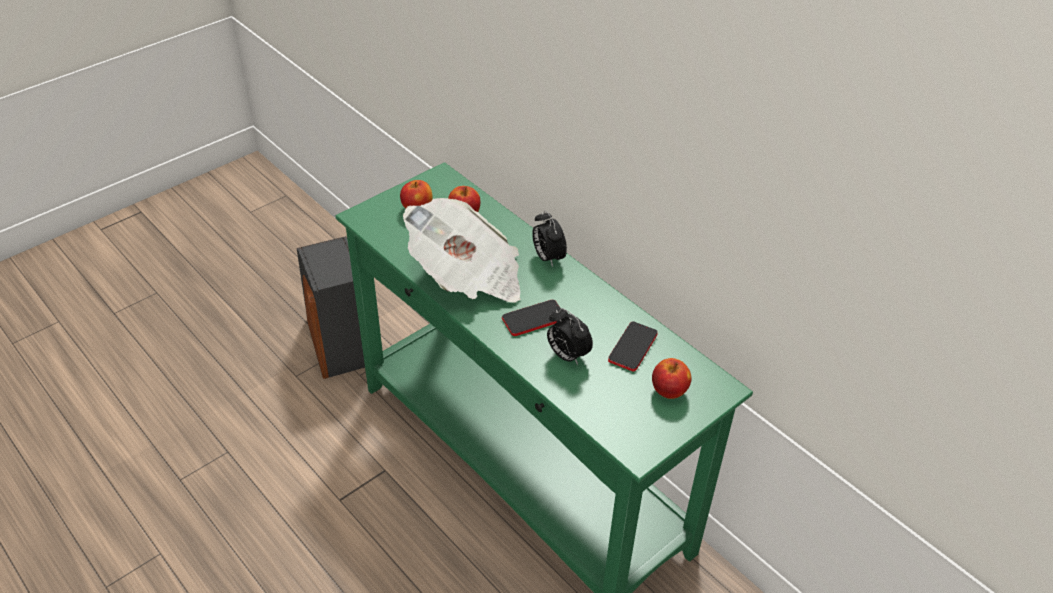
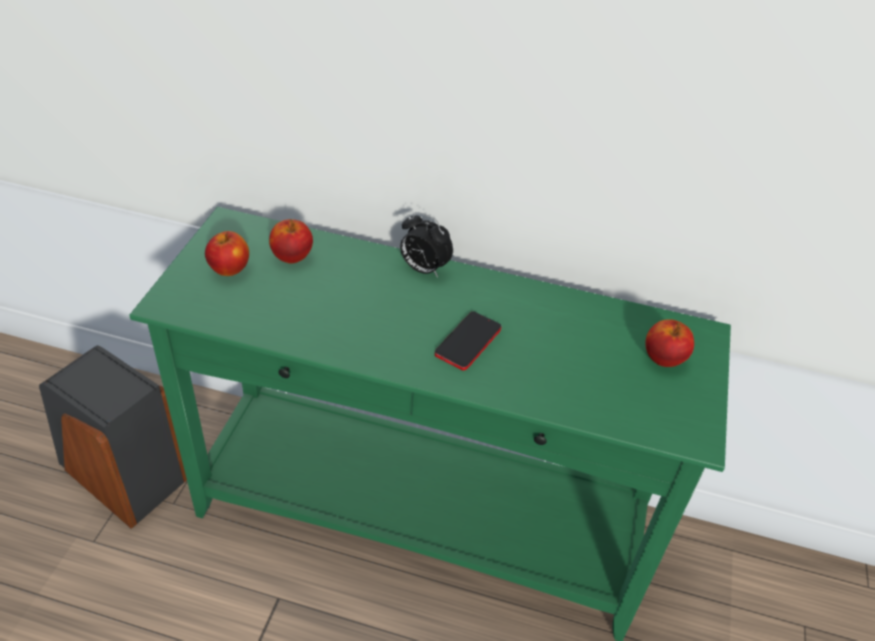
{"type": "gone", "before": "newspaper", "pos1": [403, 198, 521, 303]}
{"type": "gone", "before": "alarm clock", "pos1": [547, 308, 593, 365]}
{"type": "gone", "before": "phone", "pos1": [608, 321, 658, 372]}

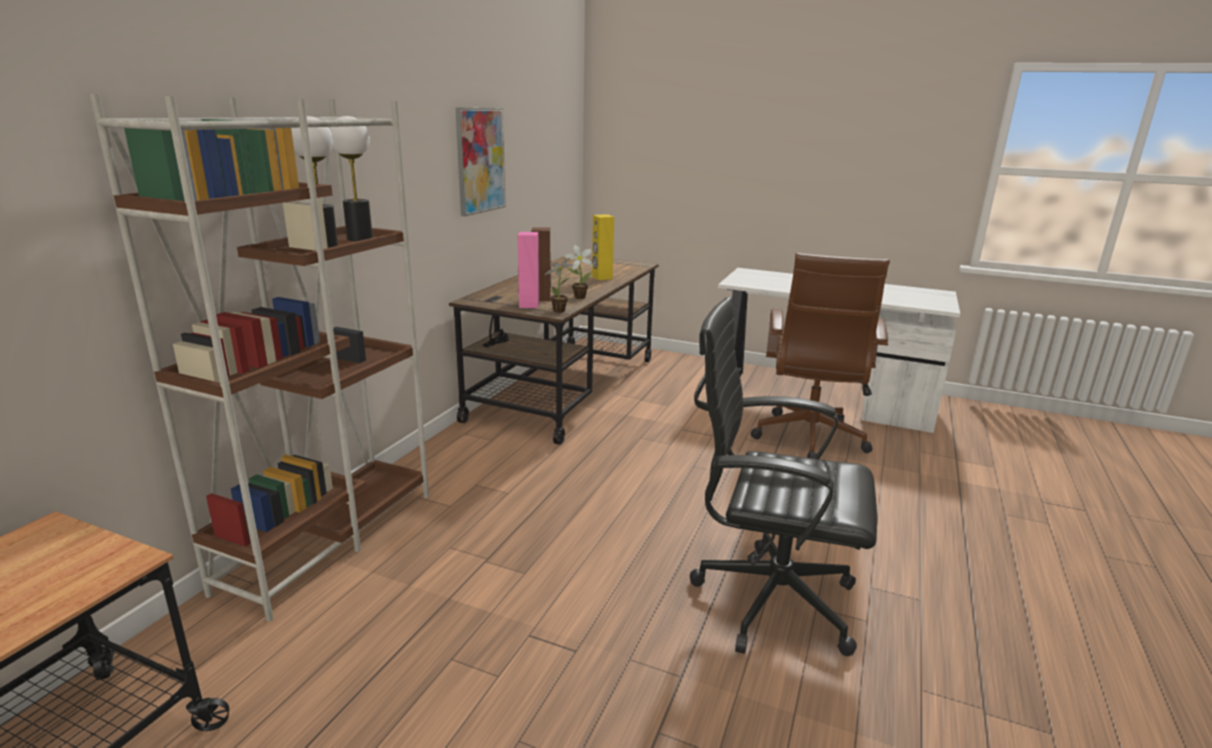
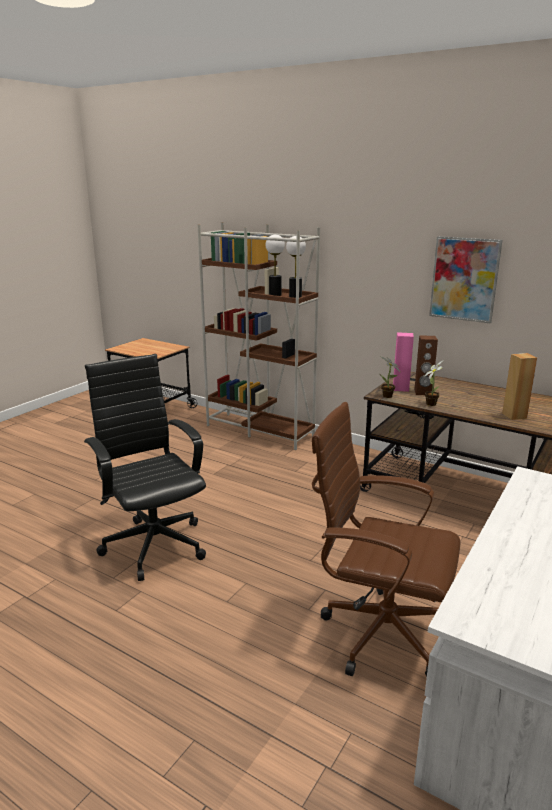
{"type": "repainted", "before": "yellow speaker", "after": "brown speaker", "pos1": [592, 214, 614, 280], "pos2": [502, 353, 537, 420]}
{"type": "rotated", "before": "black office chair", "pos1": [690, 297, 877, 656], "pos2": [84, 354, 206, 581], "turn": -60}

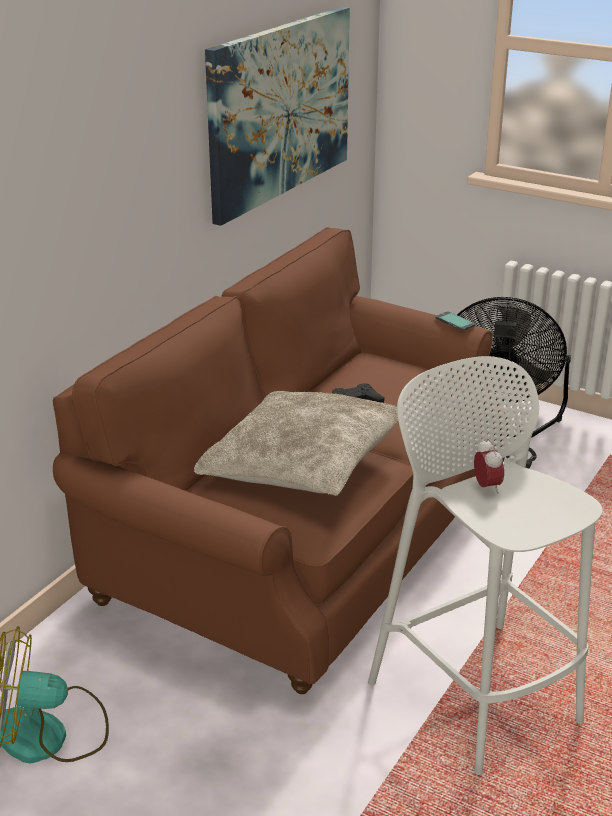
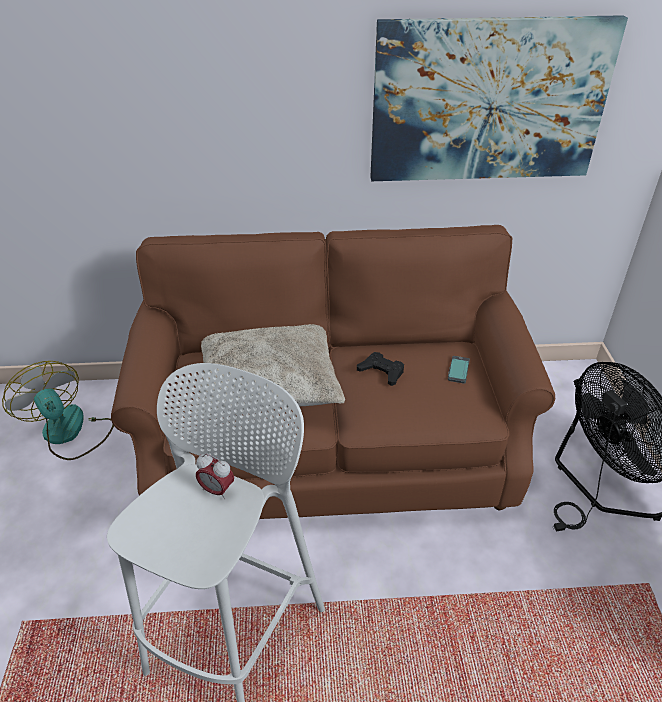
{"type": "shifted", "before": "phone", "pos1": [435, 311, 475, 331], "pos2": [448, 356, 470, 384]}
{"type": "rotated", "before": "alarm clock", "pos1": [474, 438, 504, 494], "pos2": [196, 454, 234, 500], "turn": 75}

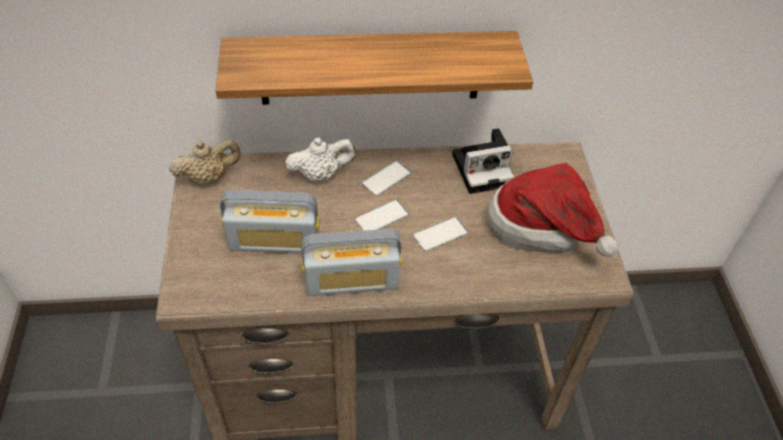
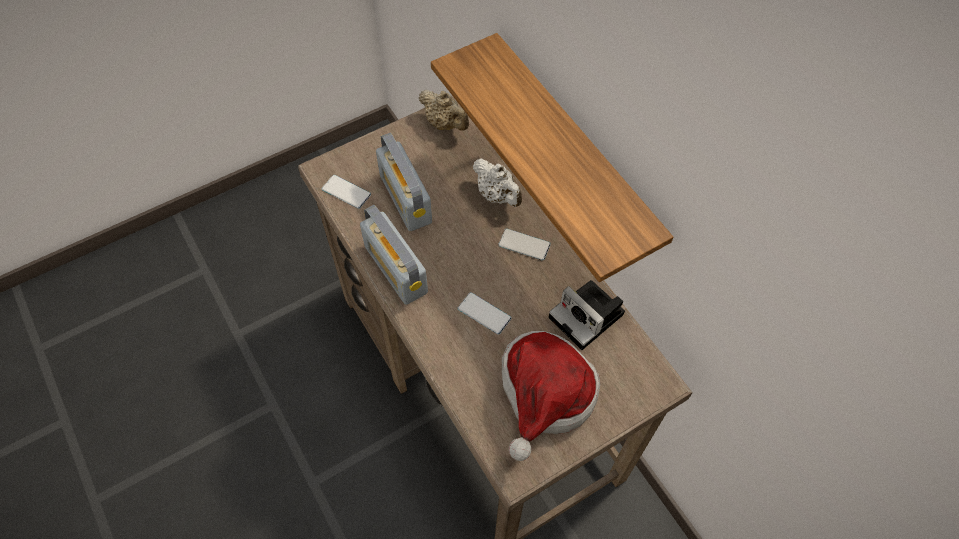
{"type": "shifted", "before": "phone", "pos1": [355, 200, 409, 231], "pos2": [322, 175, 371, 209]}

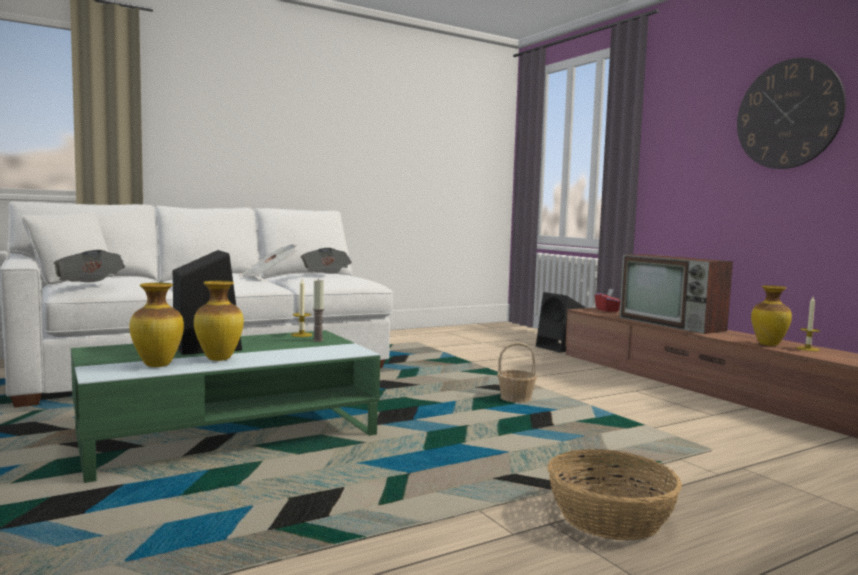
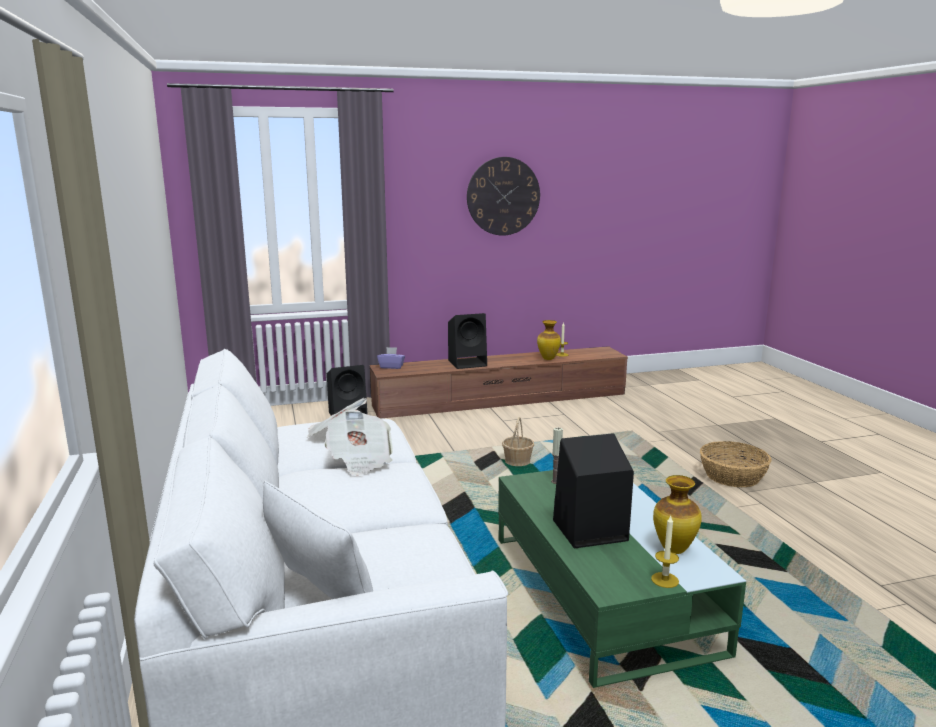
{"type": "gone", "before": "newspaper", "pos1": [54, 250, 125, 283]}
{"type": "swapped", "before": "television", "after": "black speaker", "pos1": [619, 254, 733, 334], "pos2": [448, 313, 487, 369]}
{"type": "shifted", "before": "candle", "pos1": [291, 279, 312, 337], "pos2": [651, 516, 679, 588]}
{"type": "gone", "before": "vase", "pos1": [194, 281, 244, 361]}
{"type": "repainted", "before": "red tissue box", "after": "purple tissue box", "pos1": [595, 289, 620, 312], "pos2": [377, 347, 405, 369]}

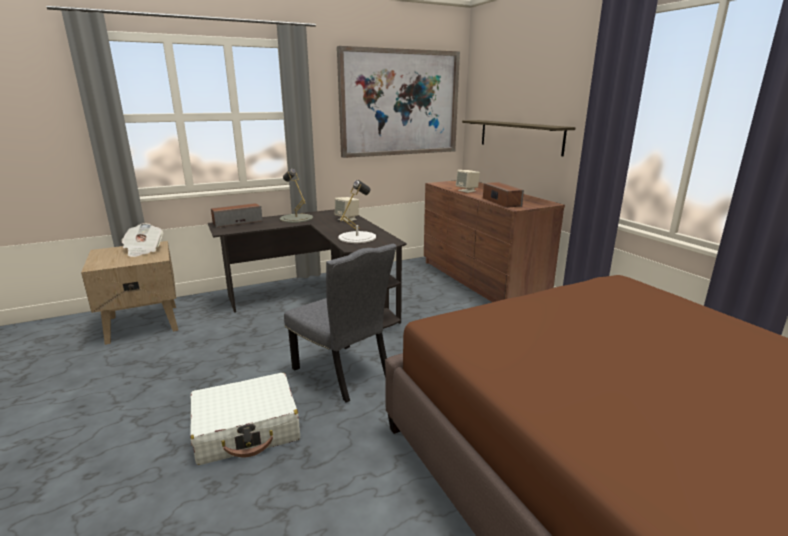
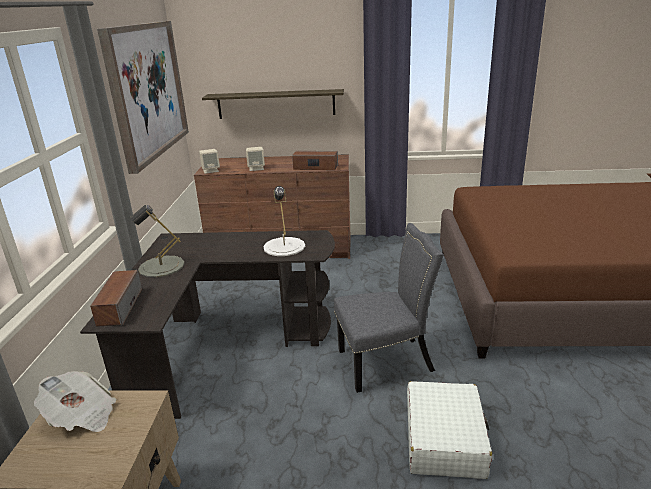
{"type": "shifted", "before": "beige speaker", "pos1": [335, 197, 359, 222], "pos2": [199, 149, 220, 174]}

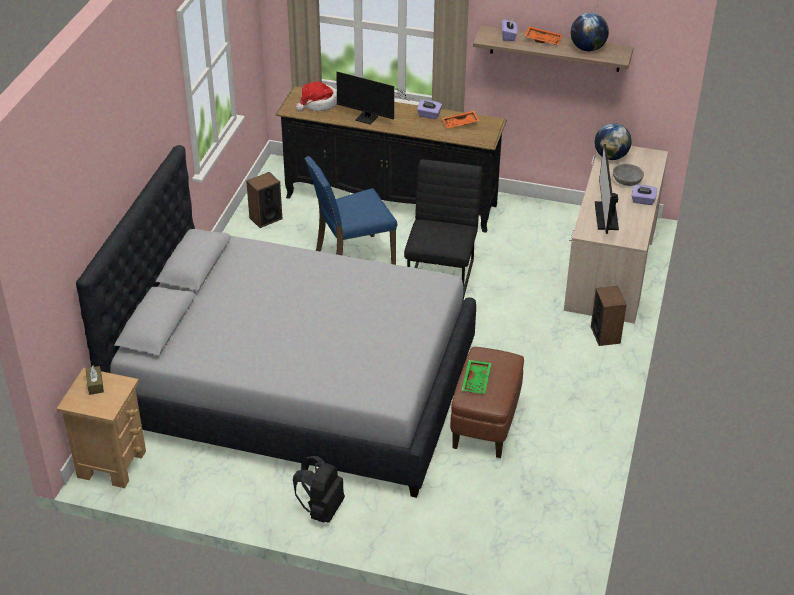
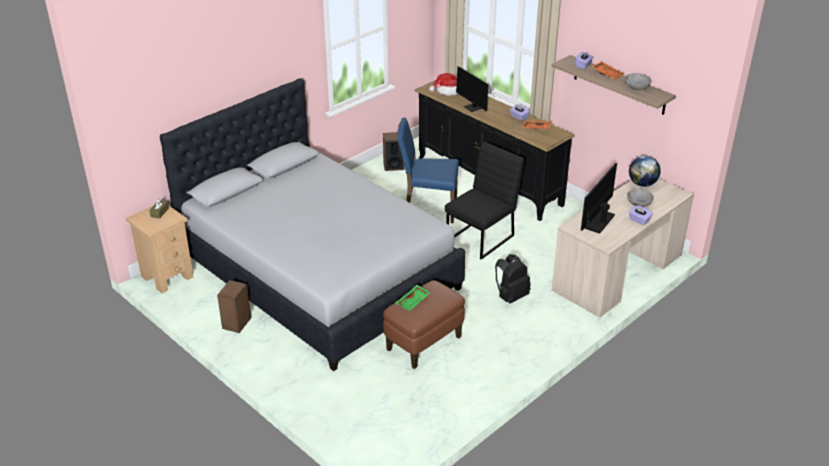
{"type": "swapped", "before": "globe", "after": "grey bowl", "pos1": [570, 13, 609, 51], "pos2": [625, 73, 651, 90]}
{"type": "shifted", "before": "speaker", "pos1": [591, 286, 627, 346], "pos2": [217, 280, 251, 333]}
{"type": "shifted", "before": "black backpack", "pos1": [293, 456, 345, 523], "pos2": [495, 254, 531, 303]}

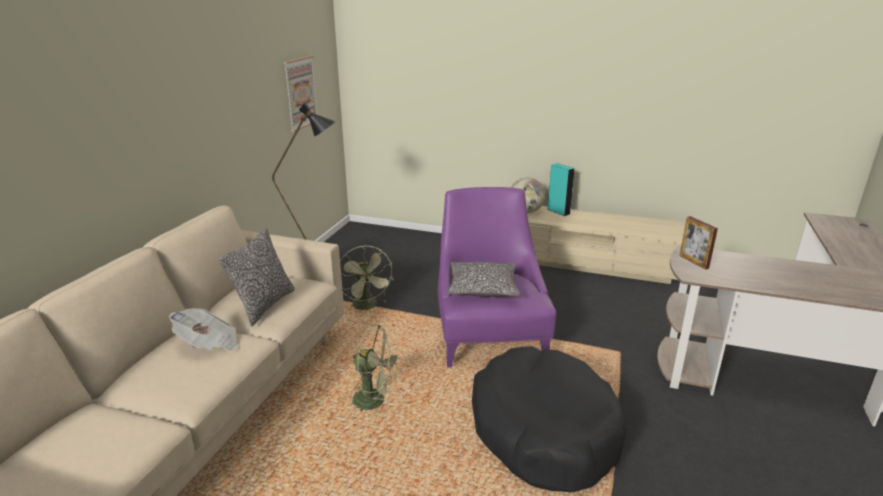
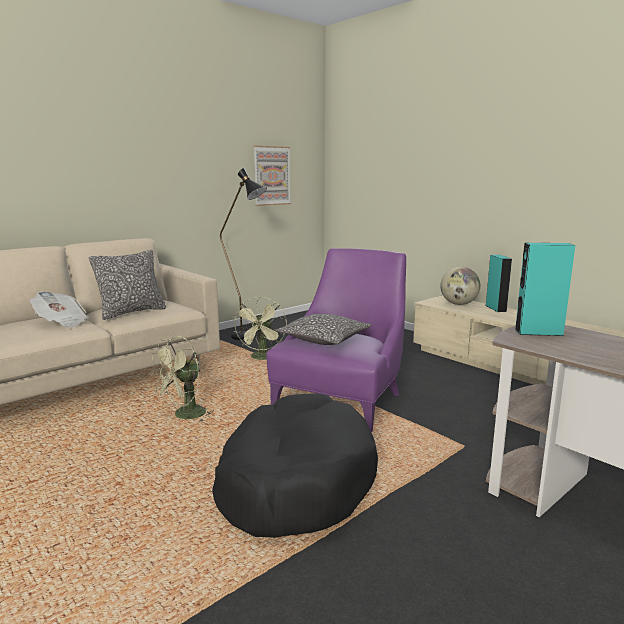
{"type": "swapped", "before": "picture frame", "after": "turquoise speaker", "pos1": [680, 216, 718, 270], "pos2": [515, 243, 575, 336]}
{"type": "rotated", "before": "green fan", "pos1": [352, 324, 402, 411], "pos2": [150, 336, 214, 421], "turn": 90}

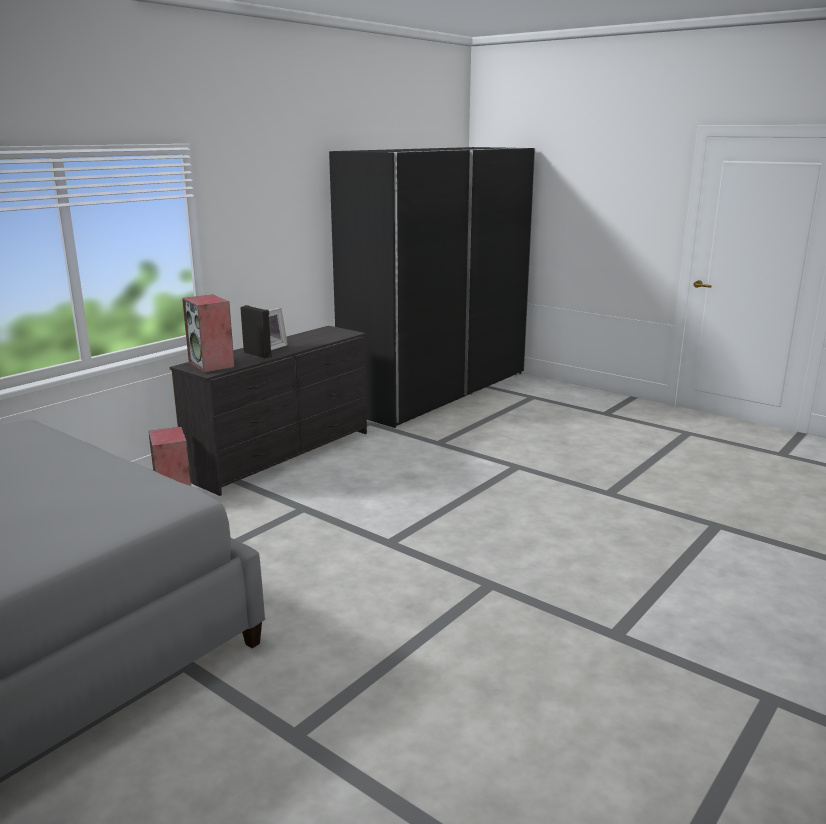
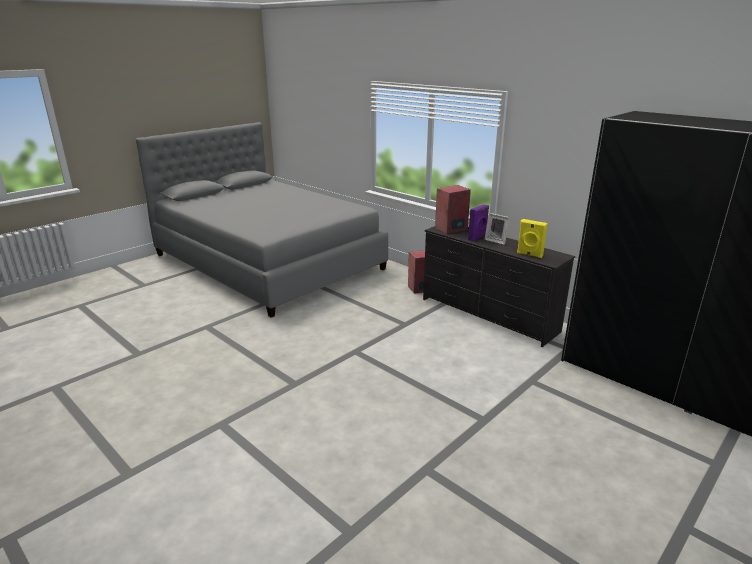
{"type": "repainted", "before": "black speaker", "after": "purple speaker", "pos1": [240, 305, 272, 358], "pos2": [468, 205, 489, 242]}
{"type": "new", "after": "yellow speaker", "pos2": [517, 219, 548, 258]}

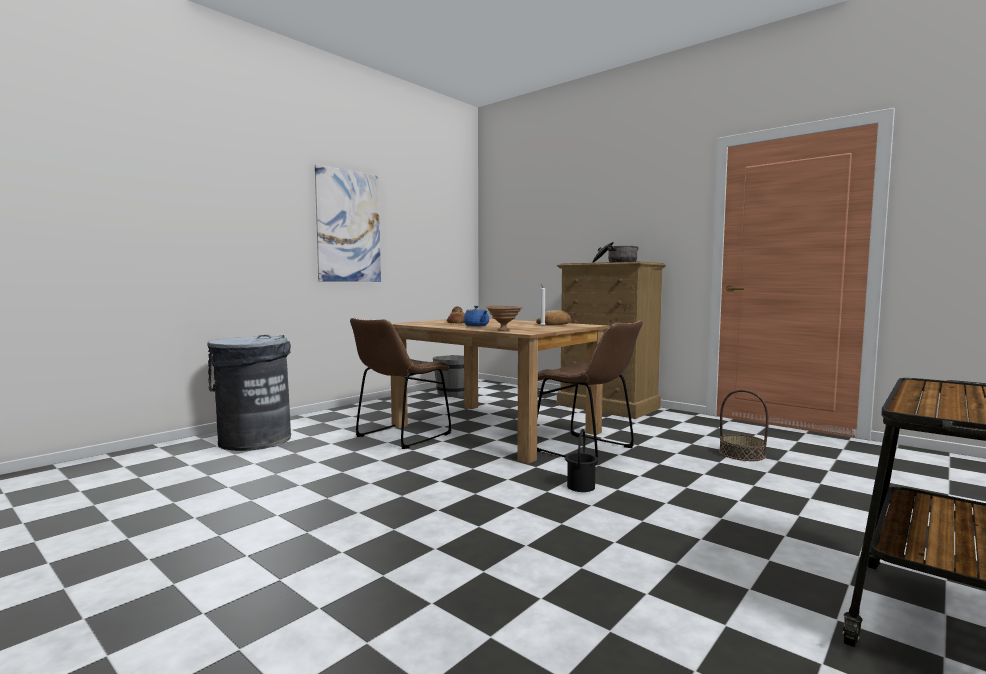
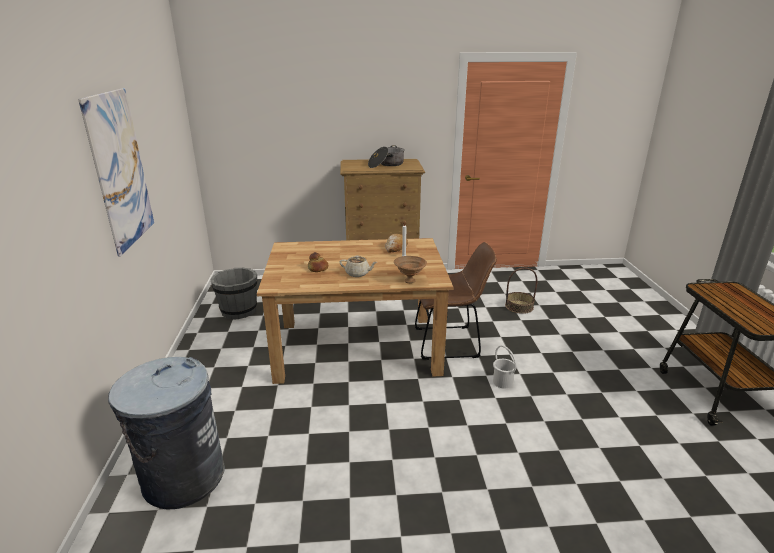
{"type": "repainted", "before": "blue teapot", "after": "beige teapot", "pos1": [463, 306, 489, 326], "pos2": [340, 255, 377, 277]}
{"type": "gone", "before": "brown chair", "pos1": [350, 318, 451, 449]}
{"type": "repainted", "before": "black bucket", "after": "white bucket", "pos1": [565, 429, 598, 492], "pos2": [493, 345, 517, 389]}

